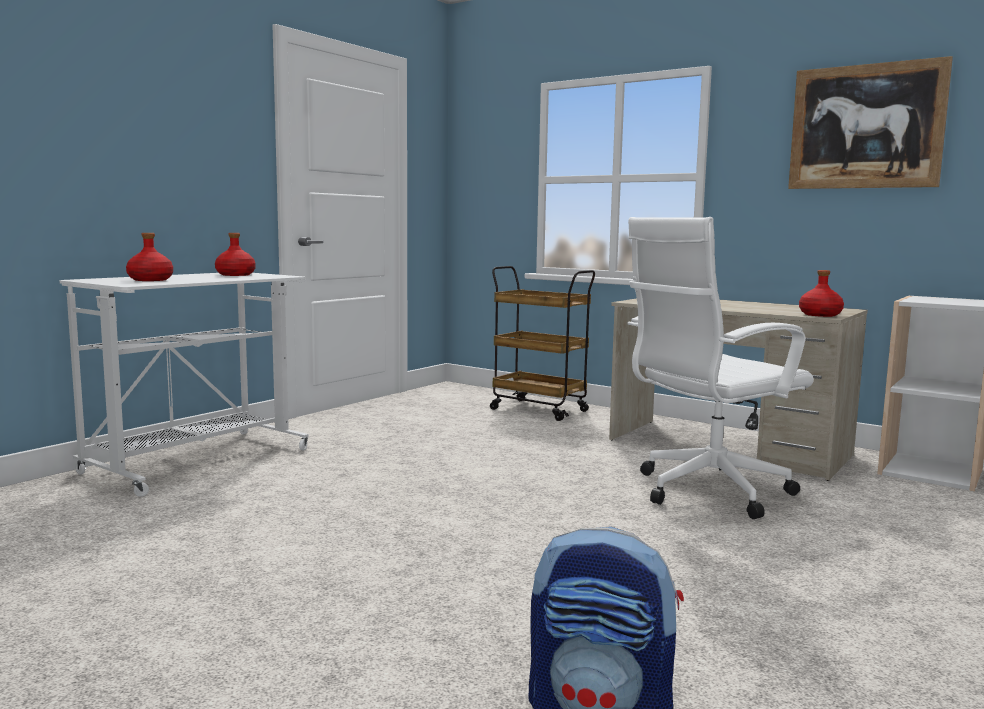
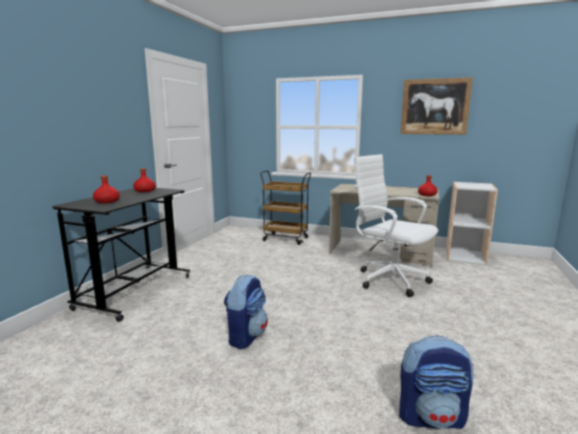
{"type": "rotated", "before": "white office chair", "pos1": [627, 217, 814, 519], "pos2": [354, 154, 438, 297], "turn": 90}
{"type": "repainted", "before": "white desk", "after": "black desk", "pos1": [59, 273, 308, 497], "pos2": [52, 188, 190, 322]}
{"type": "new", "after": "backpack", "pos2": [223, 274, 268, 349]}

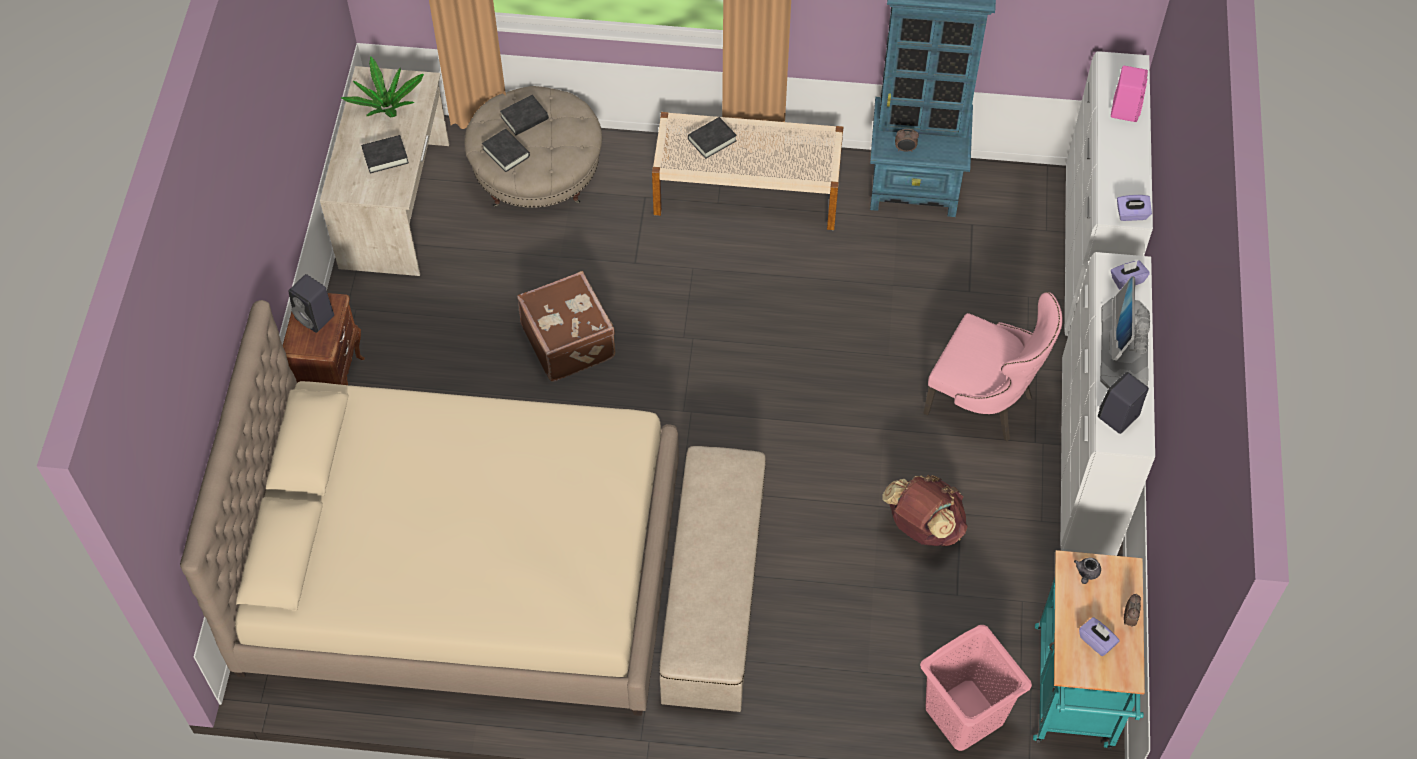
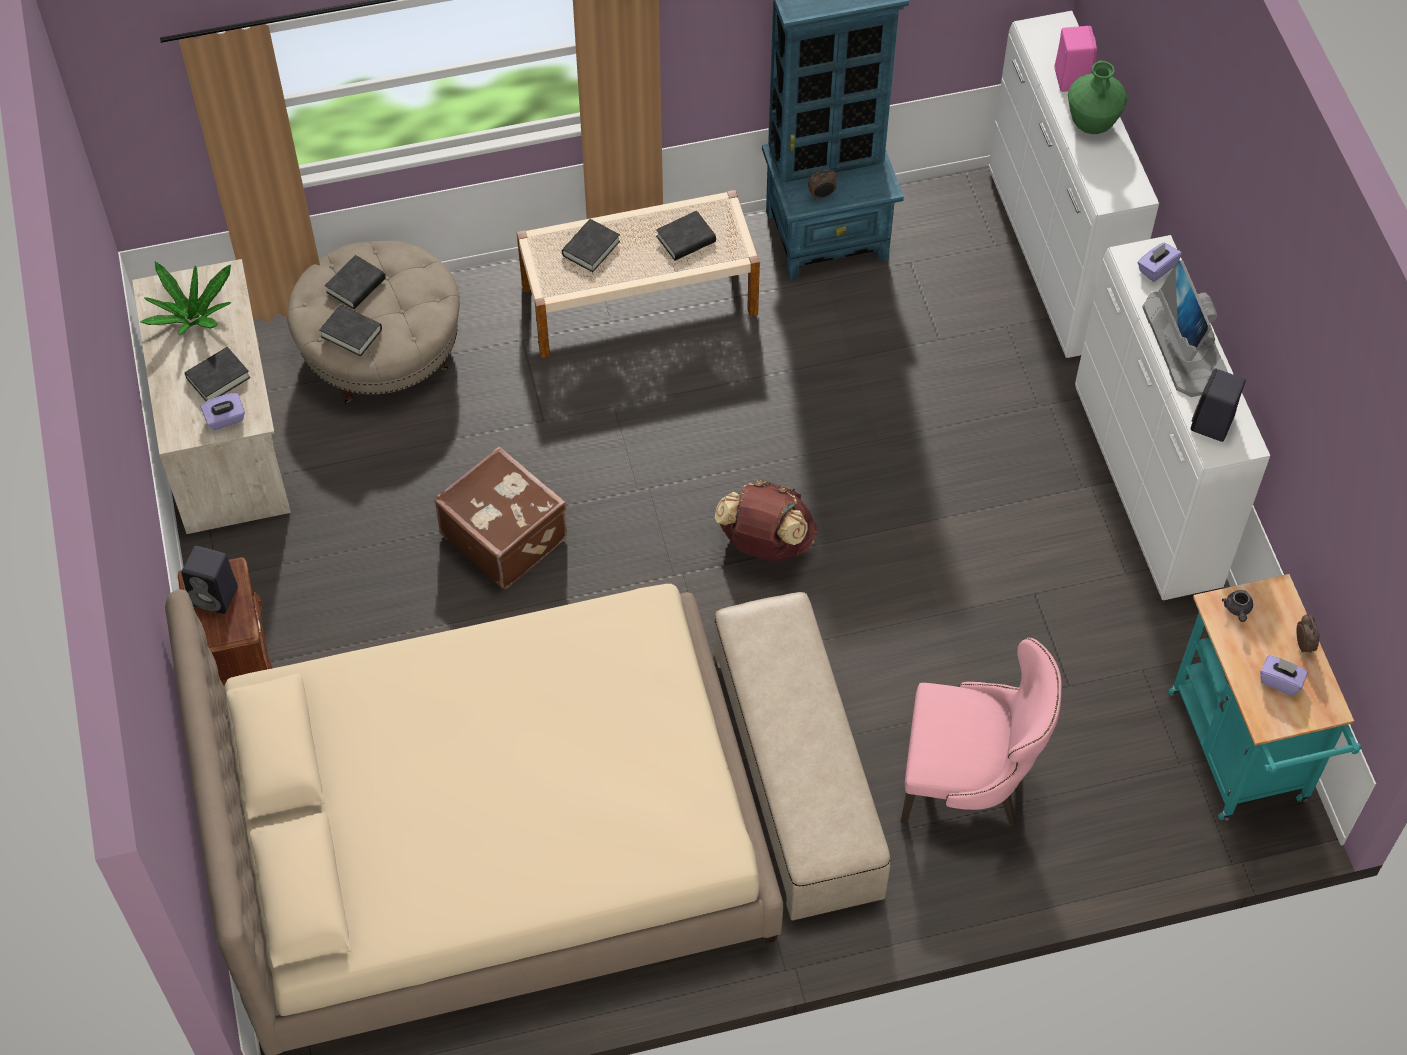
{"type": "shifted", "before": "purple tissue box", "pos1": [1117, 195, 1152, 221], "pos2": [200, 393, 245, 430]}
{"type": "shifted", "before": "pink chair", "pos1": [923, 292, 1063, 441], "pos2": [901, 638, 1062, 826]}
{"type": "shifted", "before": "brown backpack", "pos1": [882, 475, 967, 546], "pos2": [715, 480, 817, 561]}
{"type": "gone", "before": "pink laundry basket", "pos1": [920, 625, 1032, 751]}
{"type": "new", "after": "green vase", "pos2": [1068, 61, 1128, 134]}
{"type": "new", "after": "black book", "pos2": [656, 211, 716, 261]}

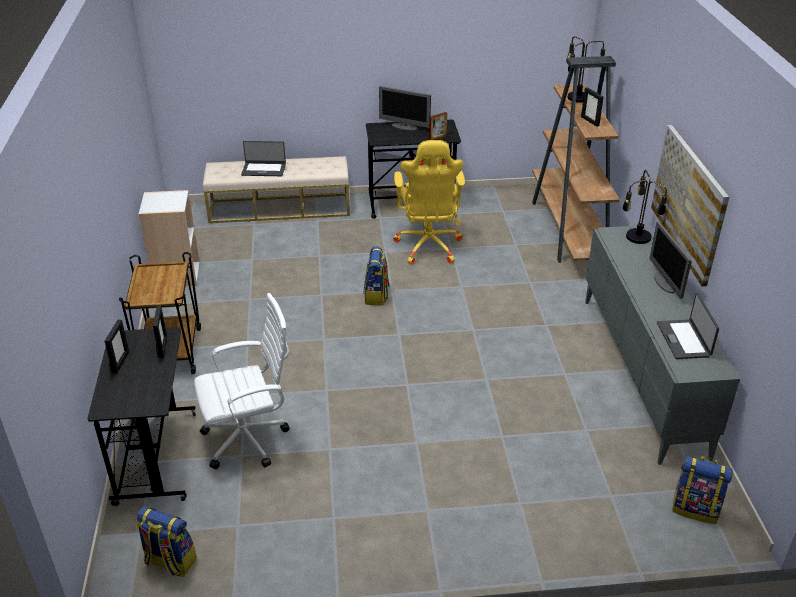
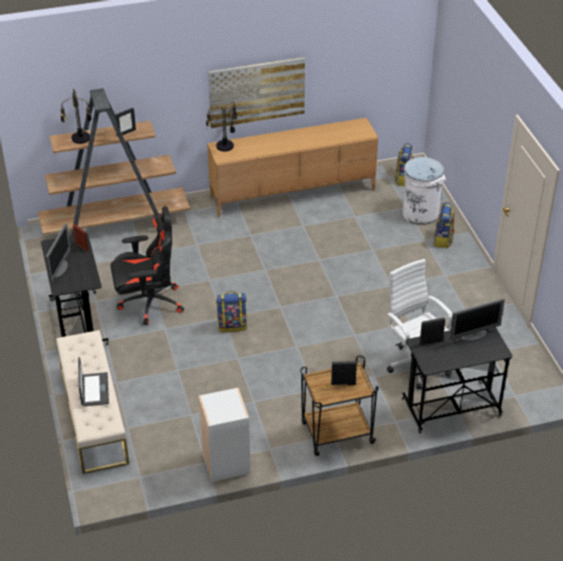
{"type": "repainted", "before": "yellow office chair", "after": "black office chair", "pos1": [393, 140, 465, 264], "pos2": [111, 206, 184, 325]}
{"type": "shifted", "before": "monitor", "pos1": [649, 222, 692, 299], "pos2": [450, 298, 505, 341]}
{"type": "repainted", "before": "grey cabinet", "after": "brown cabinet", "pos1": [585, 225, 740, 465], "pos2": [207, 118, 378, 218]}
{"type": "gone", "before": "laptop", "pos1": [657, 293, 719, 359]}
{"type": "shifted", "before": "picture frame", "pos1": [105, 320, 129, 374], "pos2": [331, 361, 357, 385]}
{"type": "shifted", "before": "backpack", "pos1": [137, 507, 197, 576], "pos2": [434, 202, 455, 248]}
{"type": "new", "after": "white trash can", "pos2": [403, 157, 446, 225]}

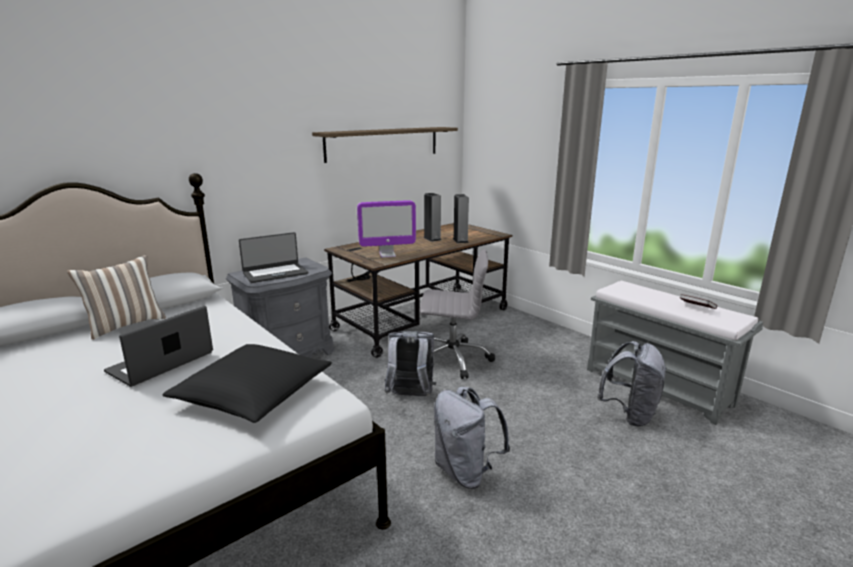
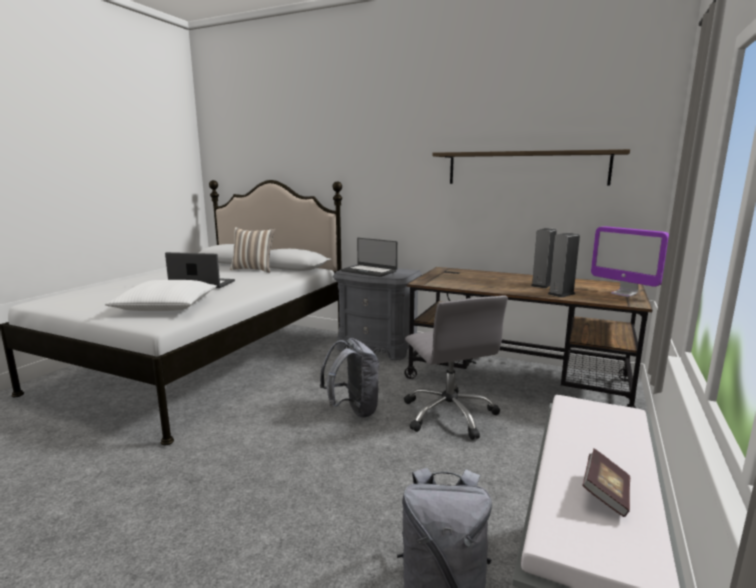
{"type": "shifted", "before": "monitor", "pos1": [357, 200, 416, 258], "pos2": [591, 226, 669, 297]}
{"type": "repainted", "before": "black pillow", "after": "white pillow", "pos1": [162, 344, 332, 423], "pos2": [105, 280, 217, 311]}
{"type": "gone", "before": "grey backpack", "pos1": [434, 386, 510, 489]}

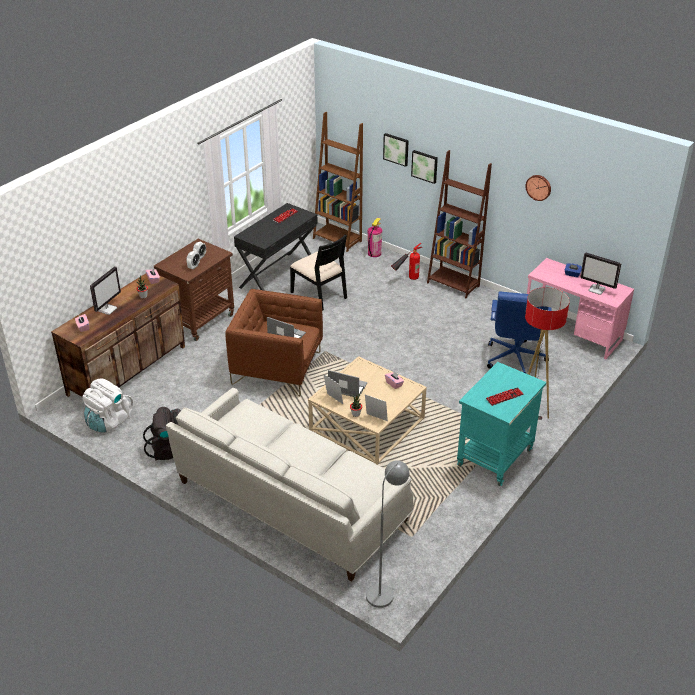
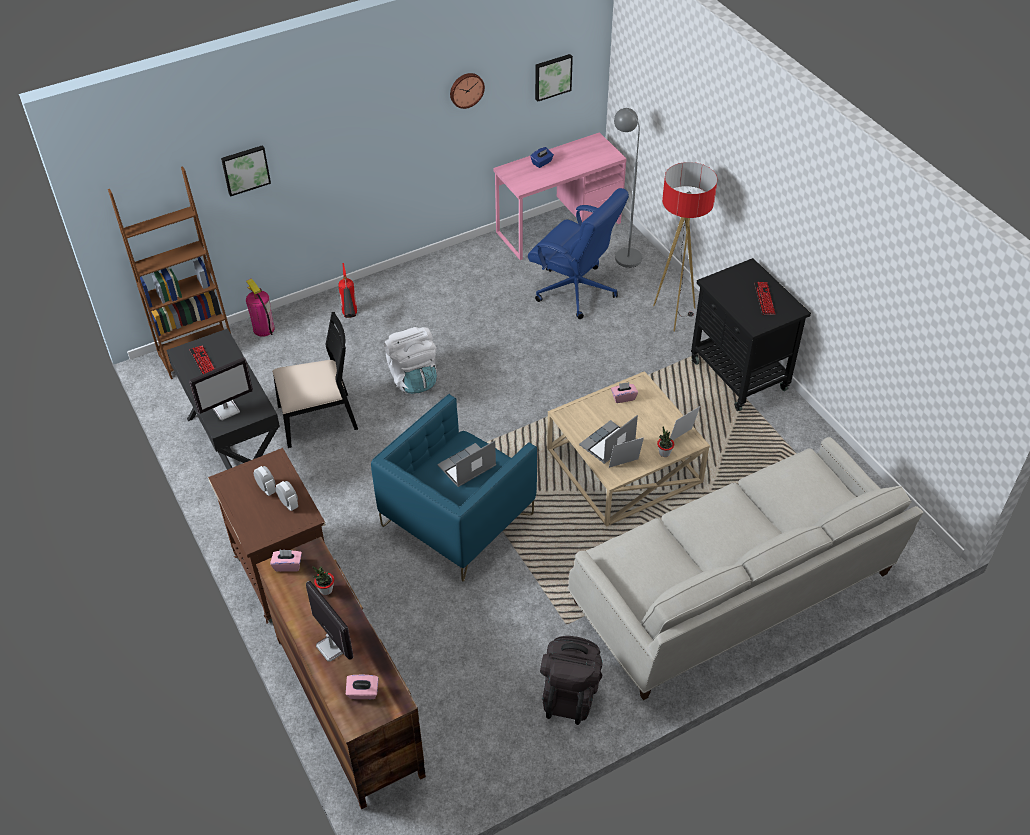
{"type": "shifted", "before": "picture", "pos1": [411, 150, 438, 184], "pos2": [535, 54, 573, 102]}
{"type": "gone", "before": "brown bookcase", "pos1": [427, 150, 492, 298]}
{"type": "shifted", "before": "monitor", "pos1": [580, 252, 621, 295], "pos2": [189, 357, 253, 420]}
{"type": "repainted", "before": "brown armchair", "after": "blue armchair", "pos1": [225, 289, 323, 396], "pos2": [371, 394, 537, 581]}
{"type": "repainted", "before": "turquoise cart", "after": "black cart", "pos1": [457, 362, 546, 486], "pos2": [691, 258, 811, 411]}
{"type": "shifted", "before": "white backpack", "pos1": [82, 378, 133, 432], "pos2": [384, 327, 437, 394]}
{"type": "shifted", "before": "grey floor lamp", "pos1": [366, 460, 409, 608], "pos2": [614, 108, 642, 268]}

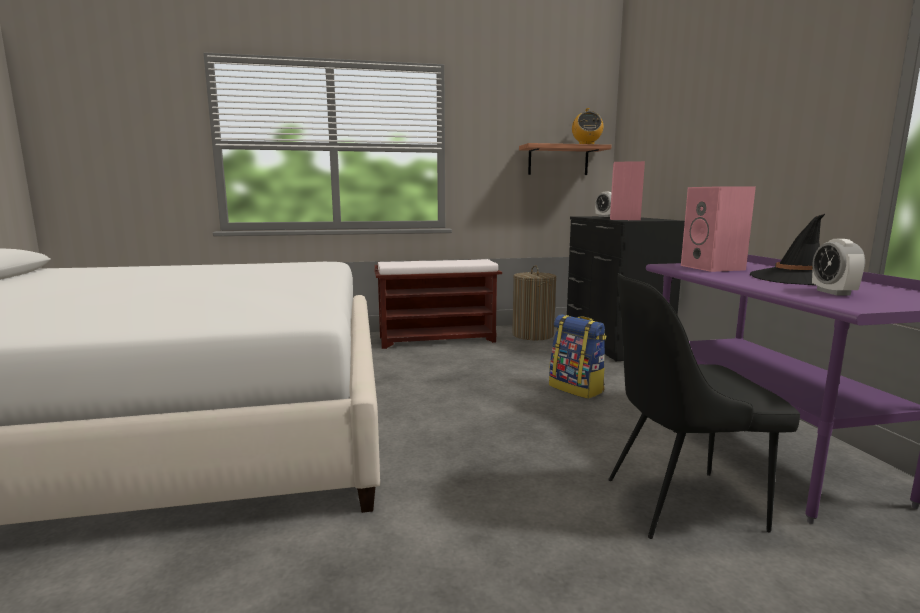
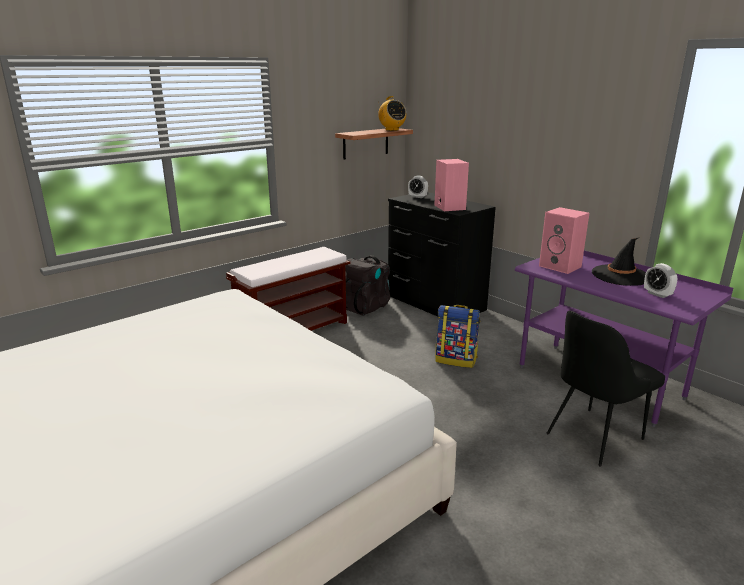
{"type": "swapped", "before": "laundry basket", "after": "black backpack", "pos1": [512, 265, 557, 340], "pos2": [345, 255, 390, 316]}

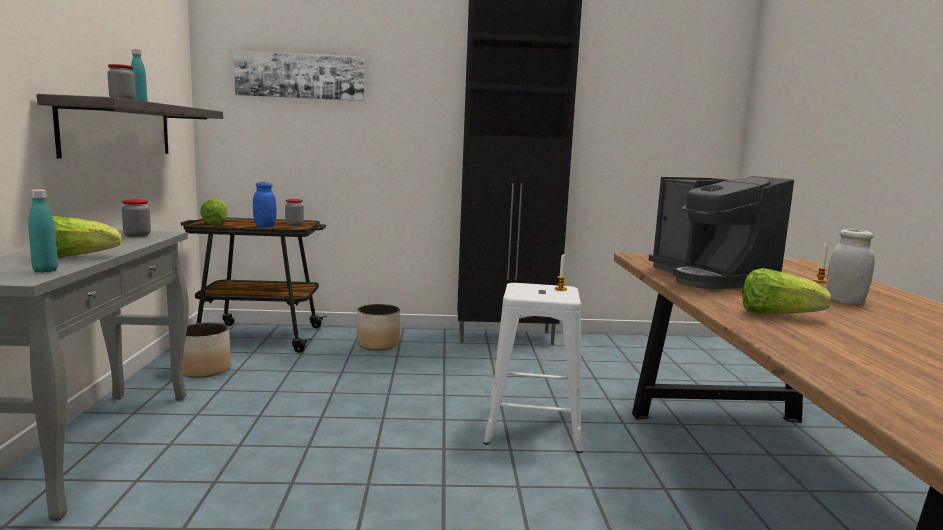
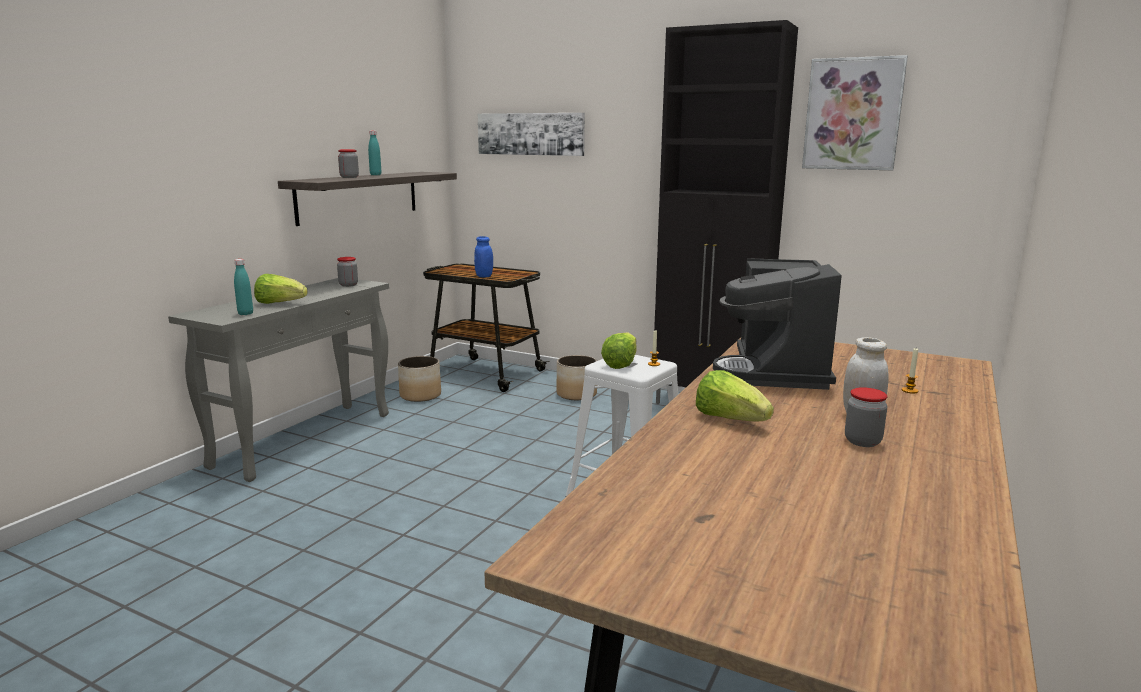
{"type": "shifted", "before": "lettuce", "pos1": [200, 199, 228, 225], "pos2": [601, 332, 637, 369]}
{"type": "shifted", "before": "jar", "pos1": [285, 199, 304, 226], "pos2": [845, 387, 887, 447]}
{"type": "new", "after": "picture", "pos2": [802, 55, 908, 170]}

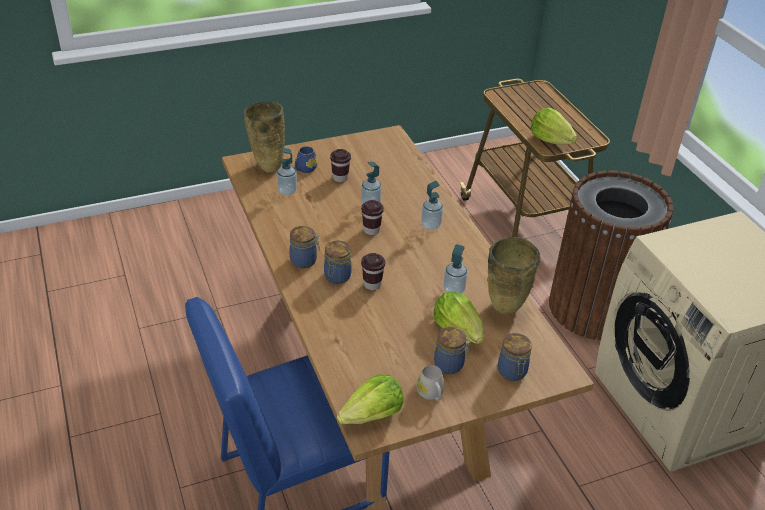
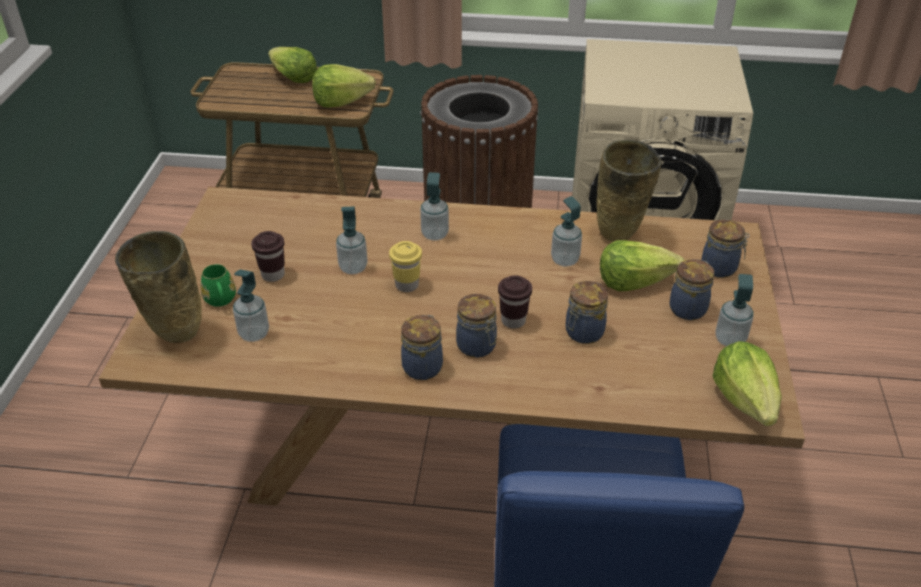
{"type": "repainted", "before": "blue mug", "after": "green mug", "pos1": [295, 146, 317, 173], "pos2": [201, 264, 236, 307]}
{"type": "repainted", "before": "brown cup", "after": "yellow cup", "pos1": [361, 200, 384, 235], "pos2": [389, 241, 422, 292]}
{"type": "swapped", "before": "white mug", "after": "soap dispenser", "pos1": [417, 365, 445, 401], "pos2": [715, 274, 754, 346]}
{"type": "new", "after": "lettuce", "pos2": [268, 47, 317, 83]}
{"type": "new", "after": "jar", "pos2": [566, 281, 608, 344]}

